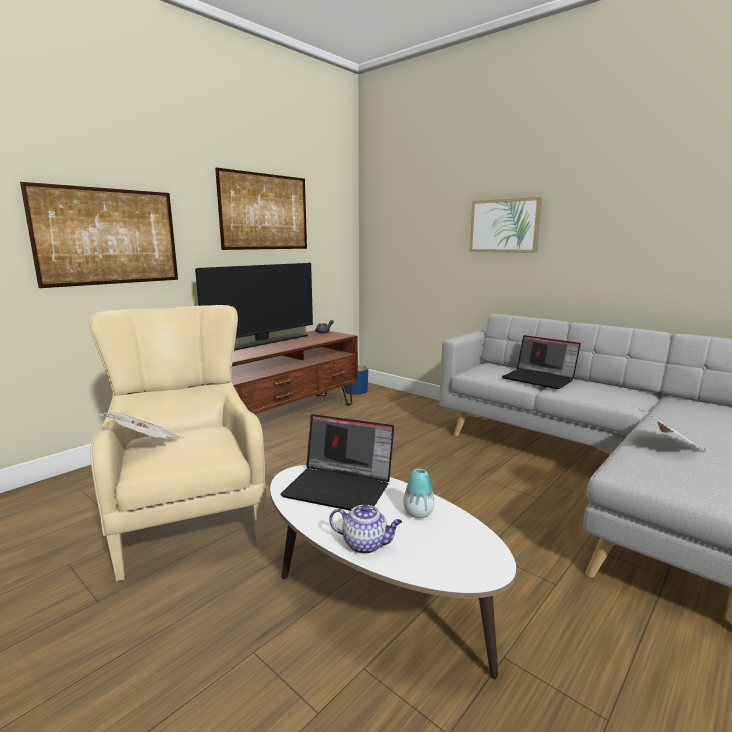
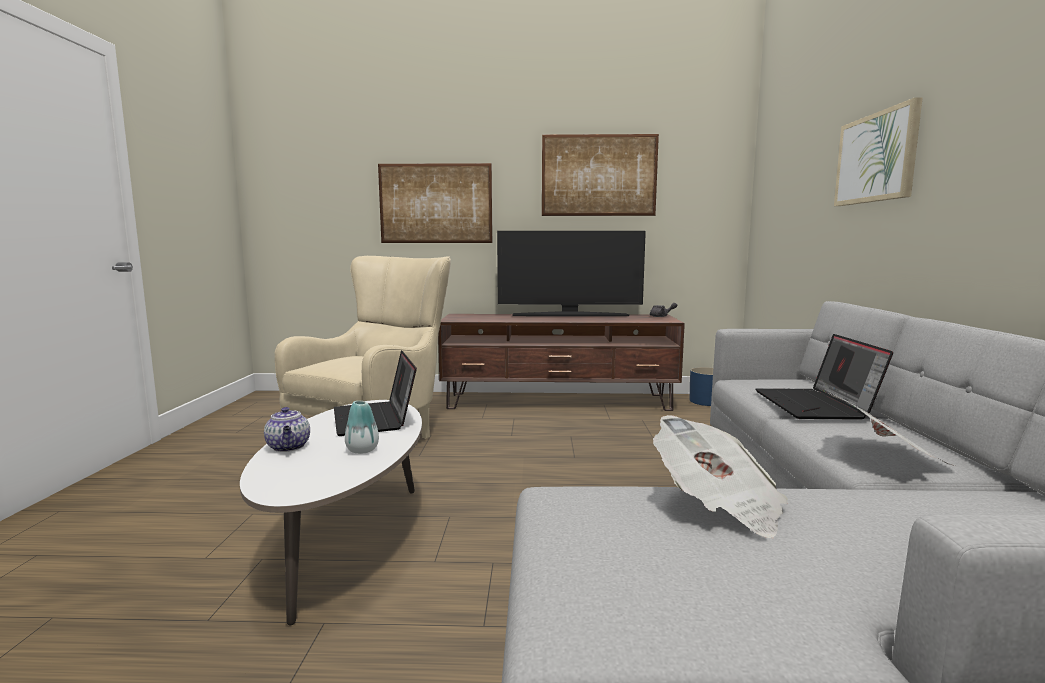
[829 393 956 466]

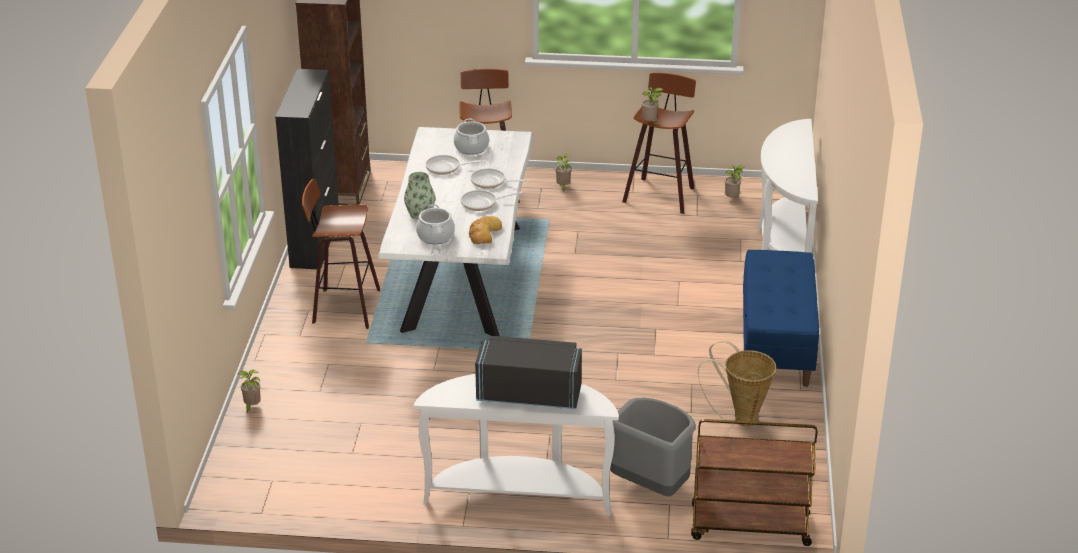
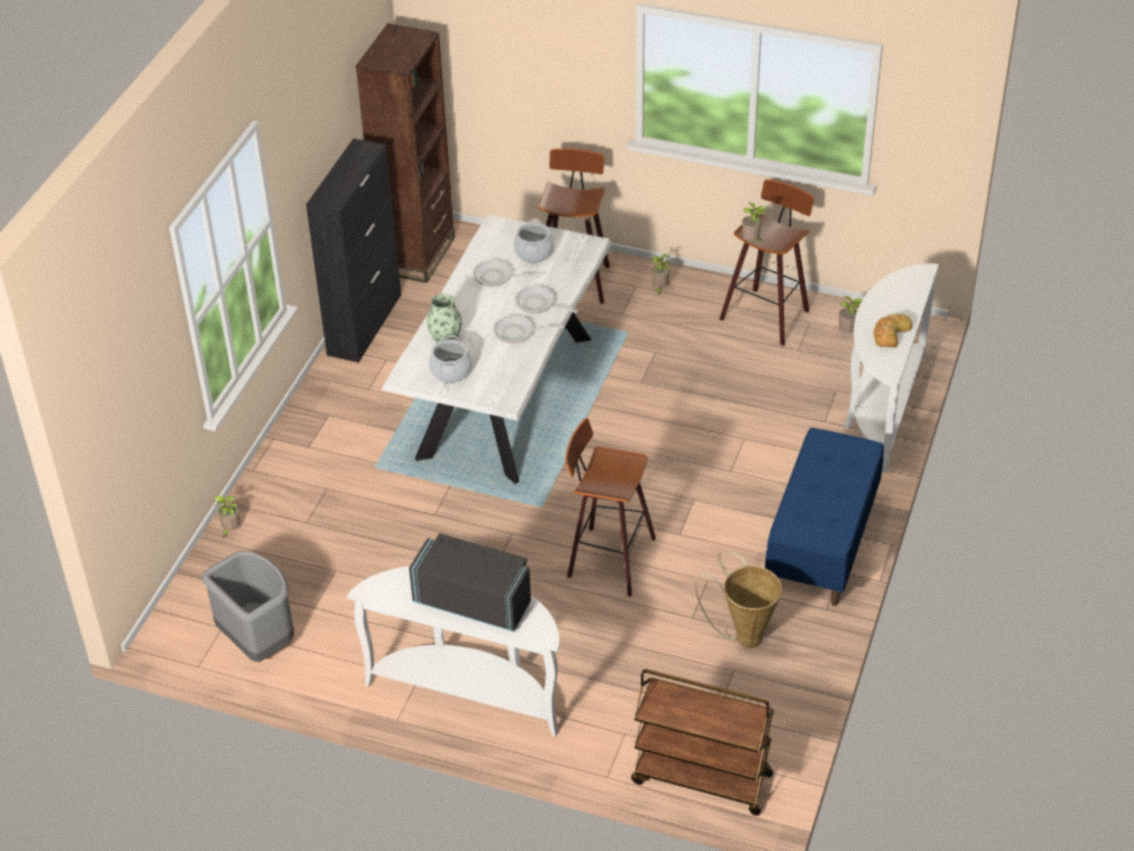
[565 418 656 597]
[873 314 912 347]
[202 551 294 662]

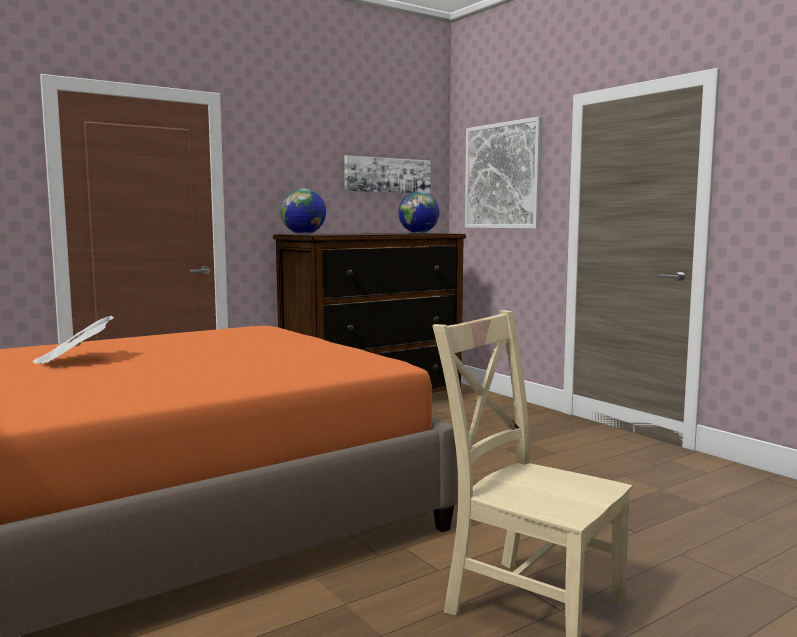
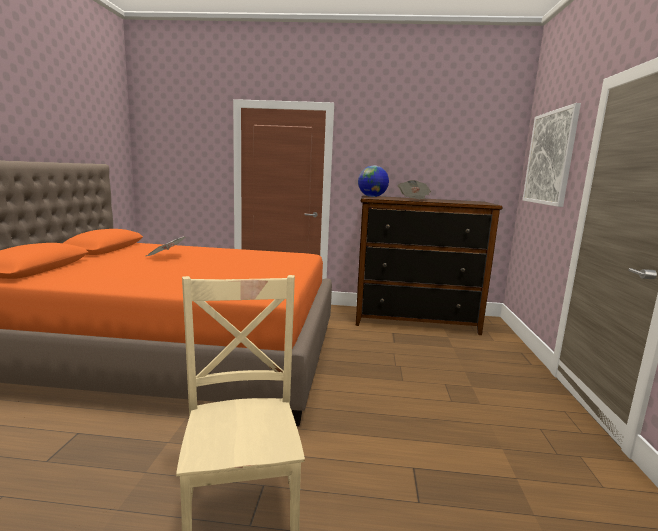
[344 155 431 194] (first image)
[398 191 440 233] (first image)
[398 180 431 199]

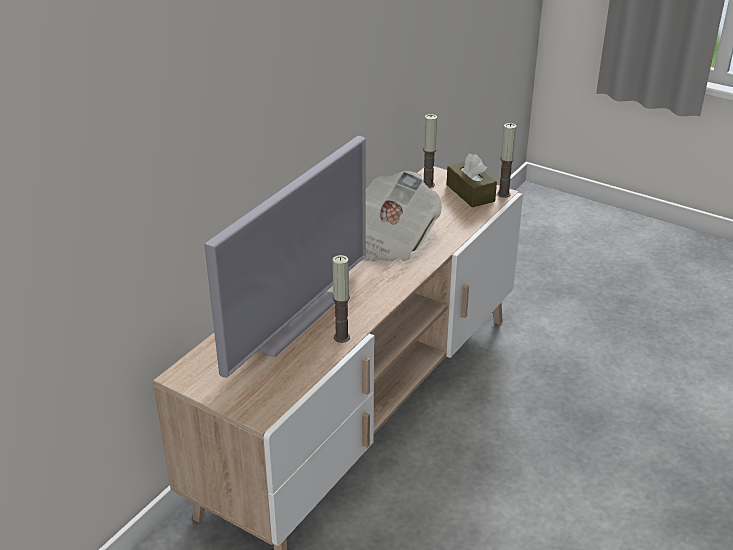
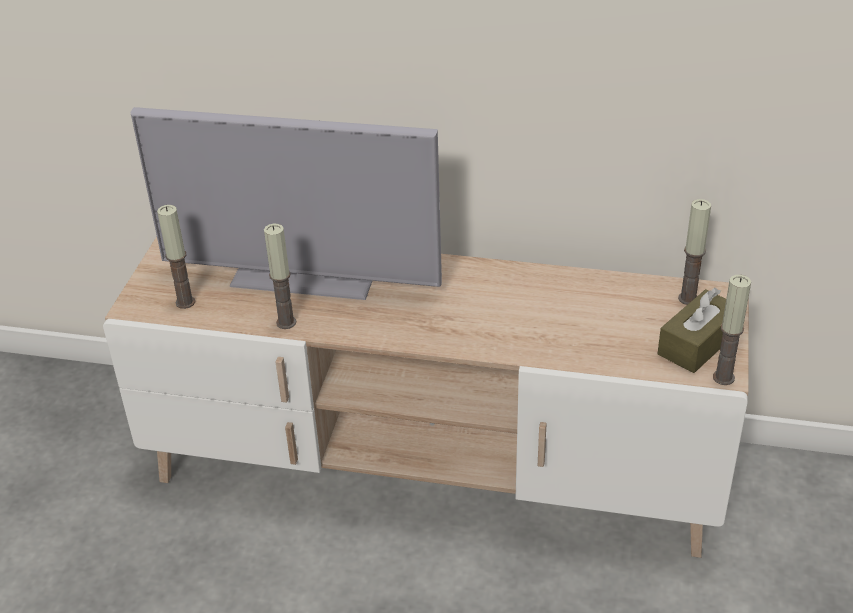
[361 171 442 261] (first image)
[157 205 195 309]

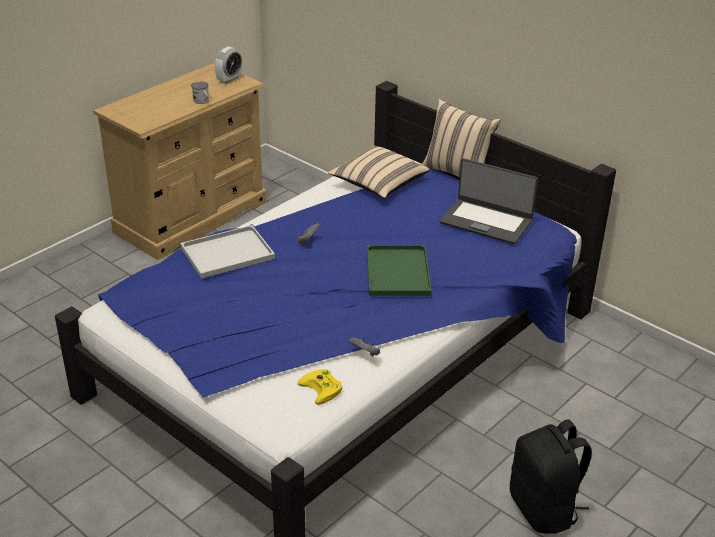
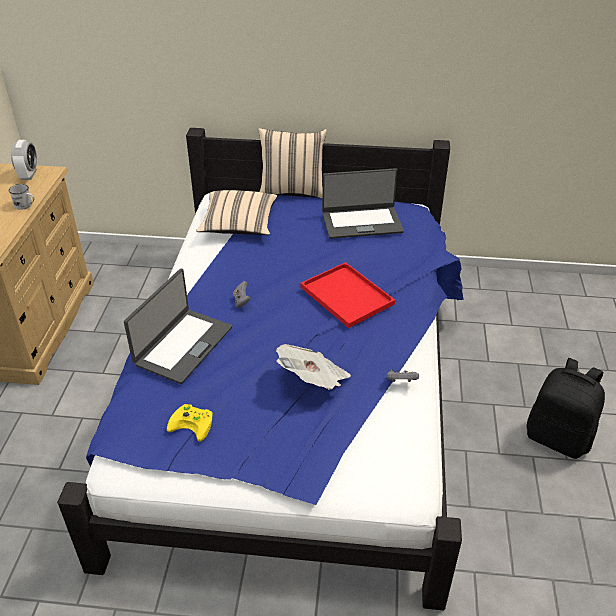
[124 269 232 384]
[167 404 212 442]
[301 262 395 328]
[276 344 351 390]

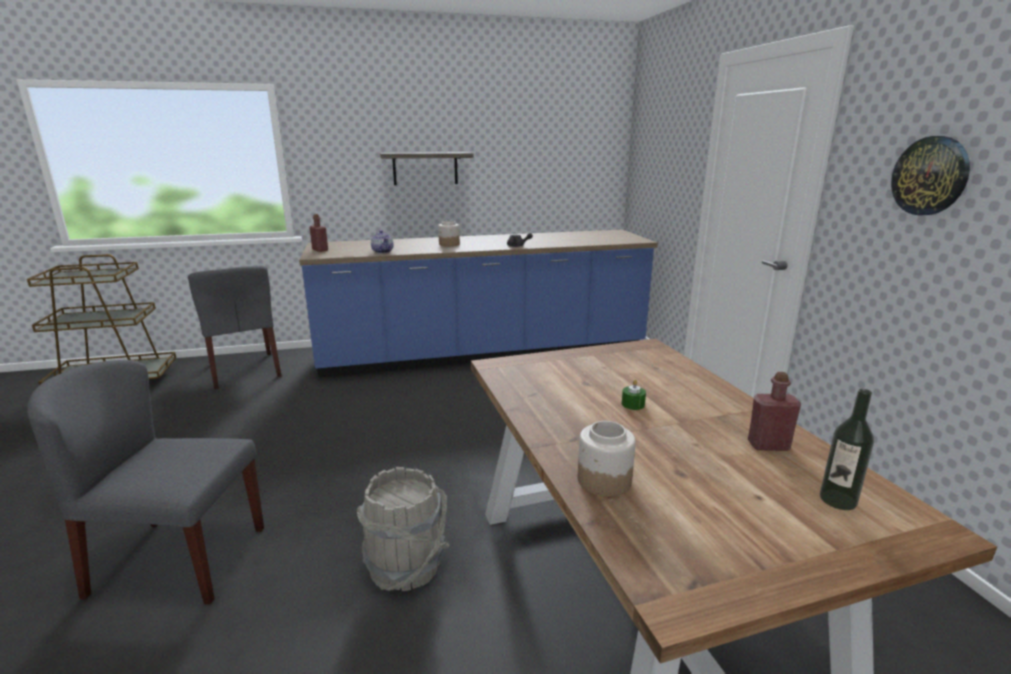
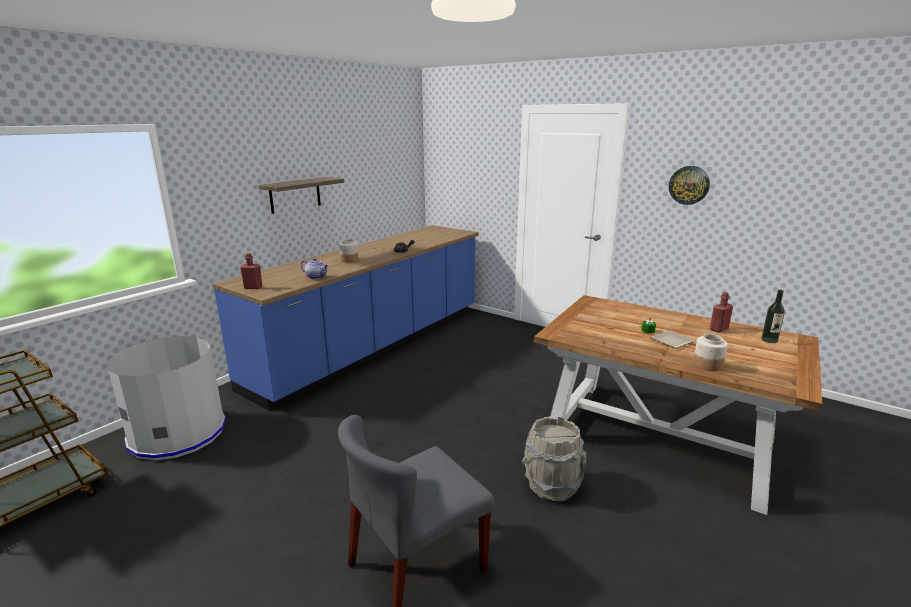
[107 336 226 461]
[650 331 694 348]

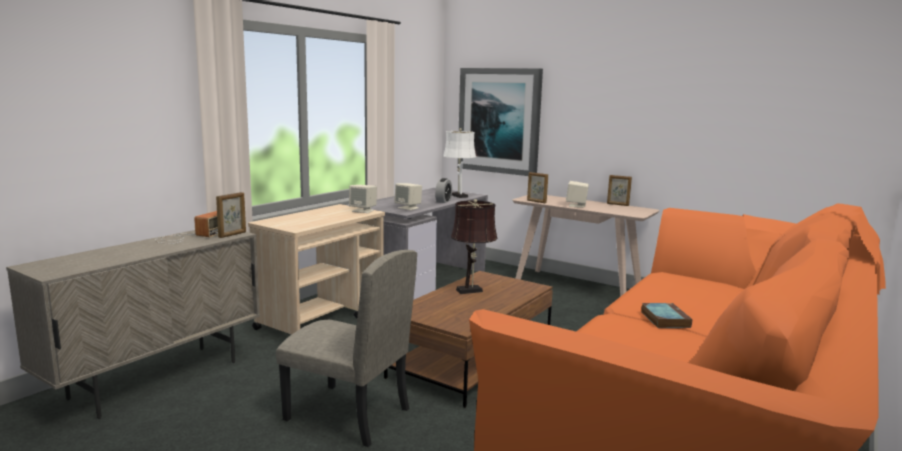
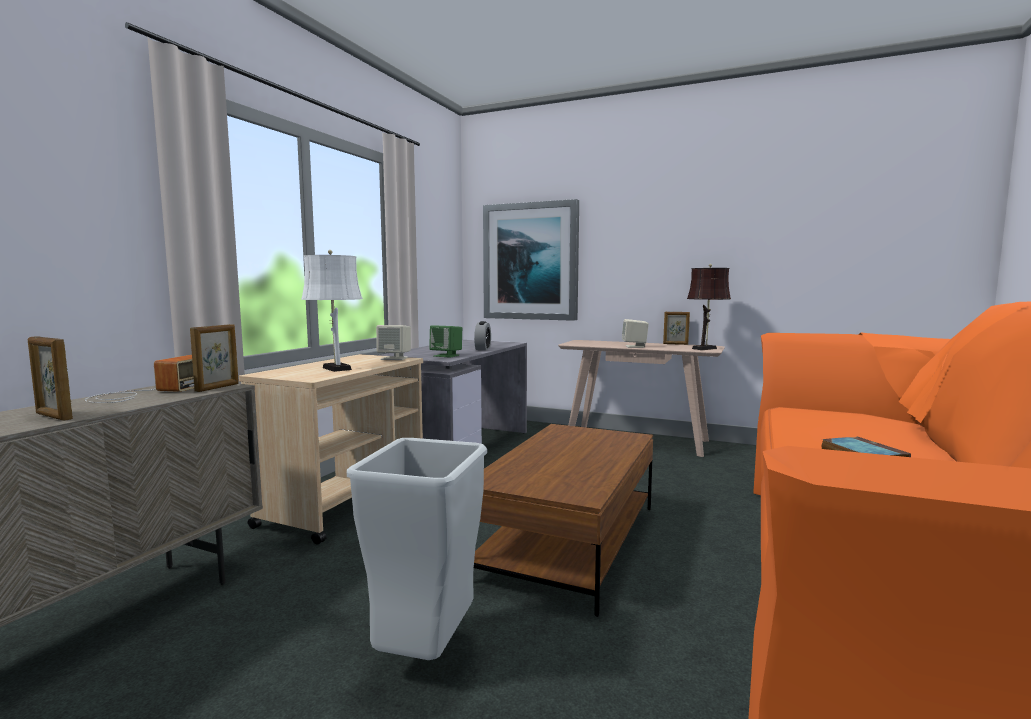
[347 438 487 660]
[429 325 462 358]
[301 250 363 372]
[687 264 731 350]
[28 336 73 421]

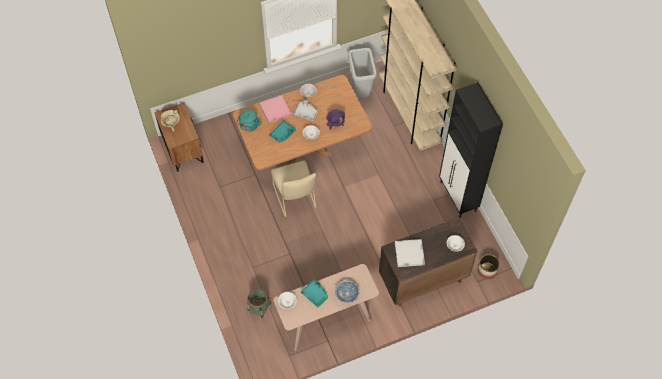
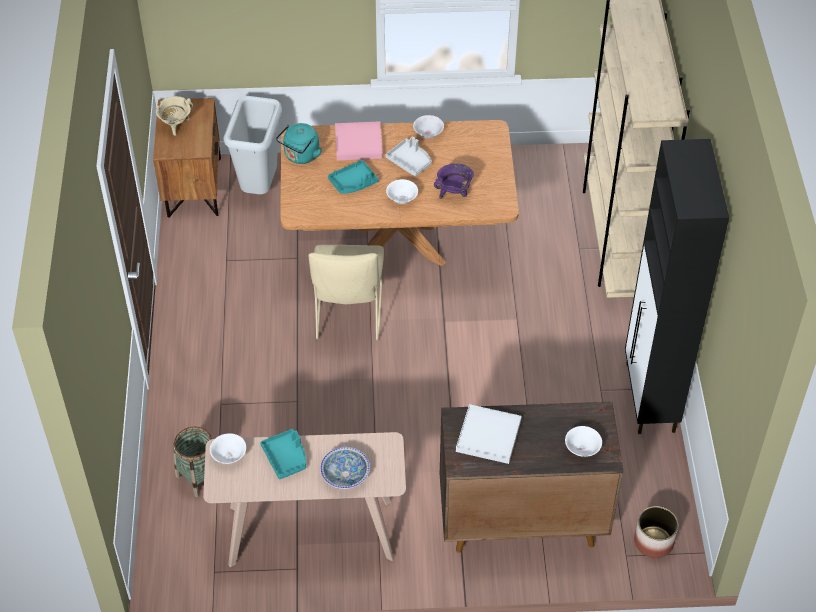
[223 96 282 194]

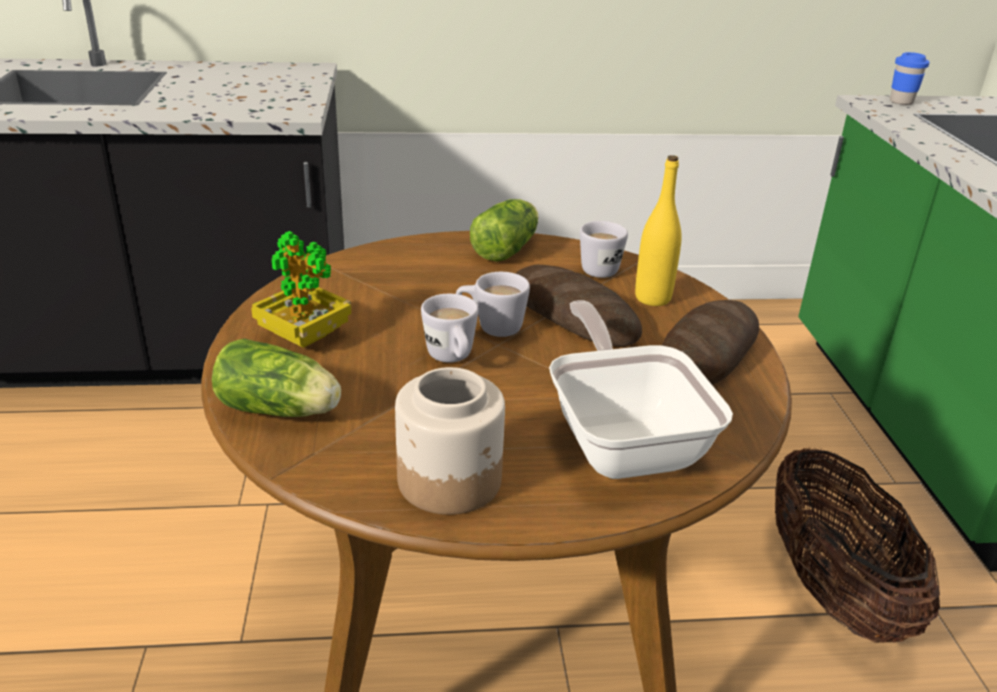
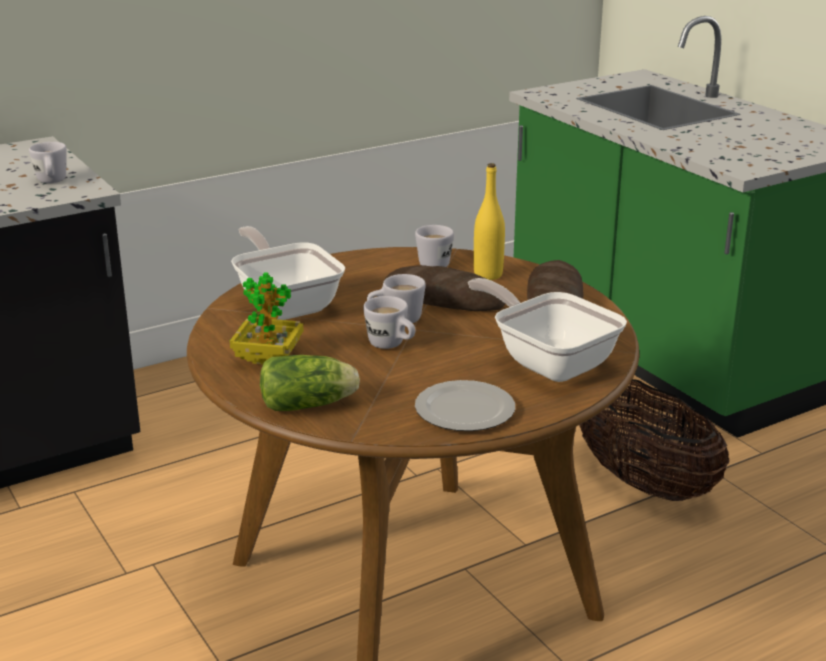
[415 380 515 431]
[470 199 538 262] (first image)
[890 52 930 105] (first image)
[29 142 67 183]
[231 226 345 320]

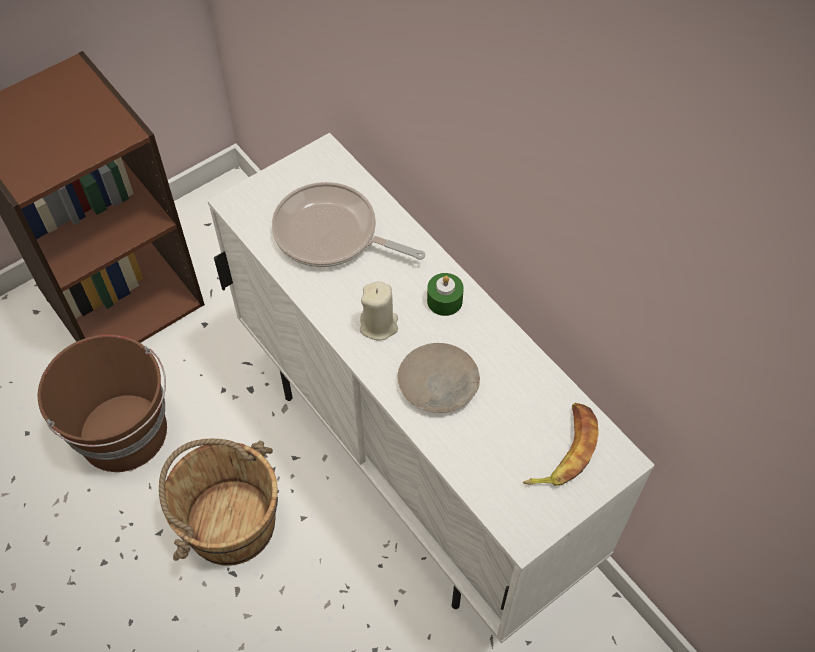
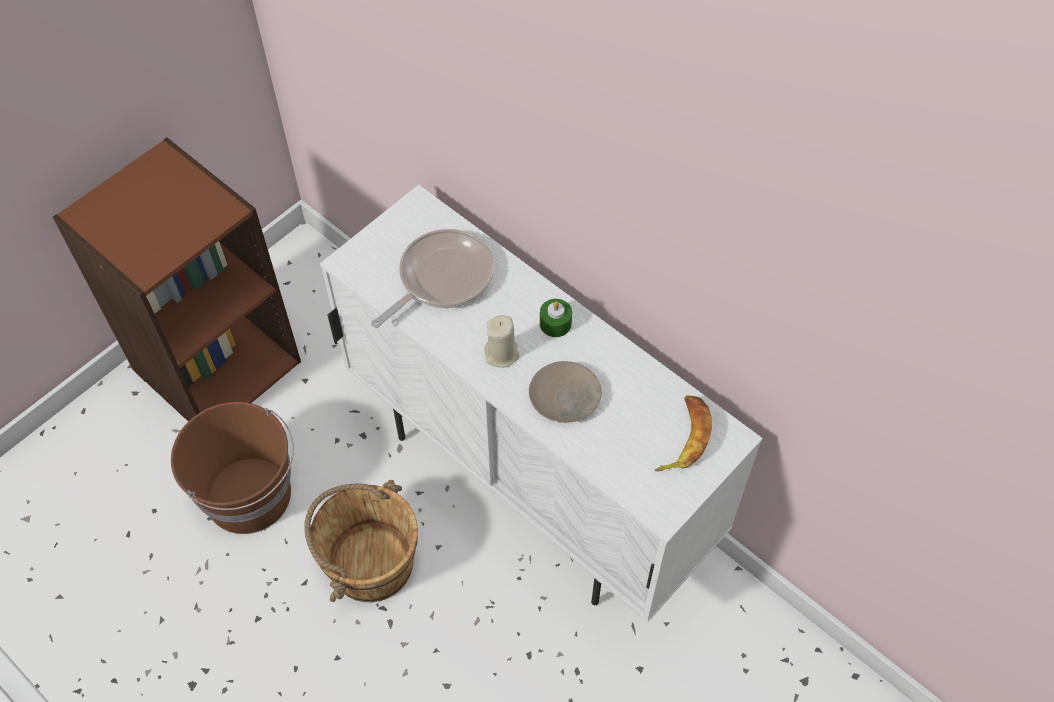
[371 229 494 328]

